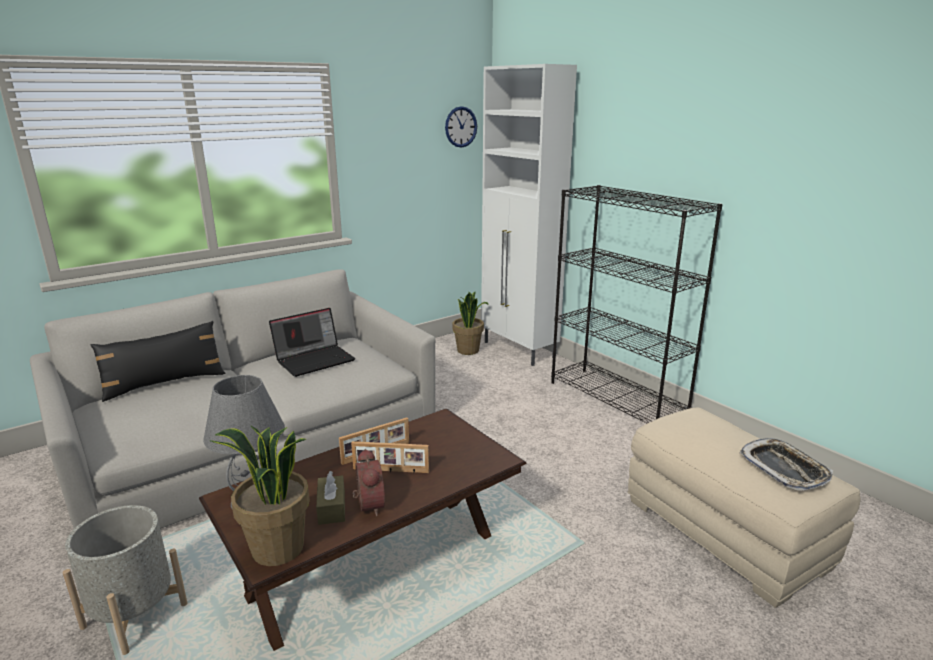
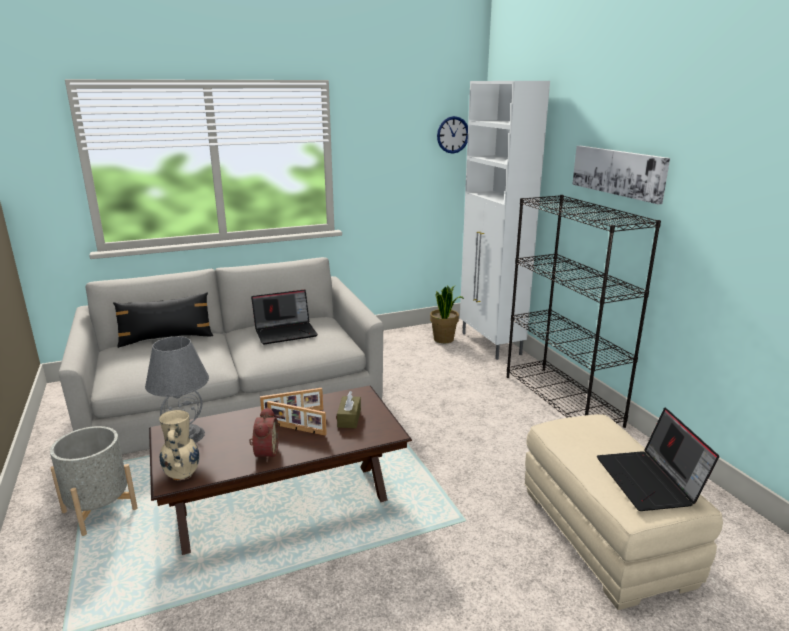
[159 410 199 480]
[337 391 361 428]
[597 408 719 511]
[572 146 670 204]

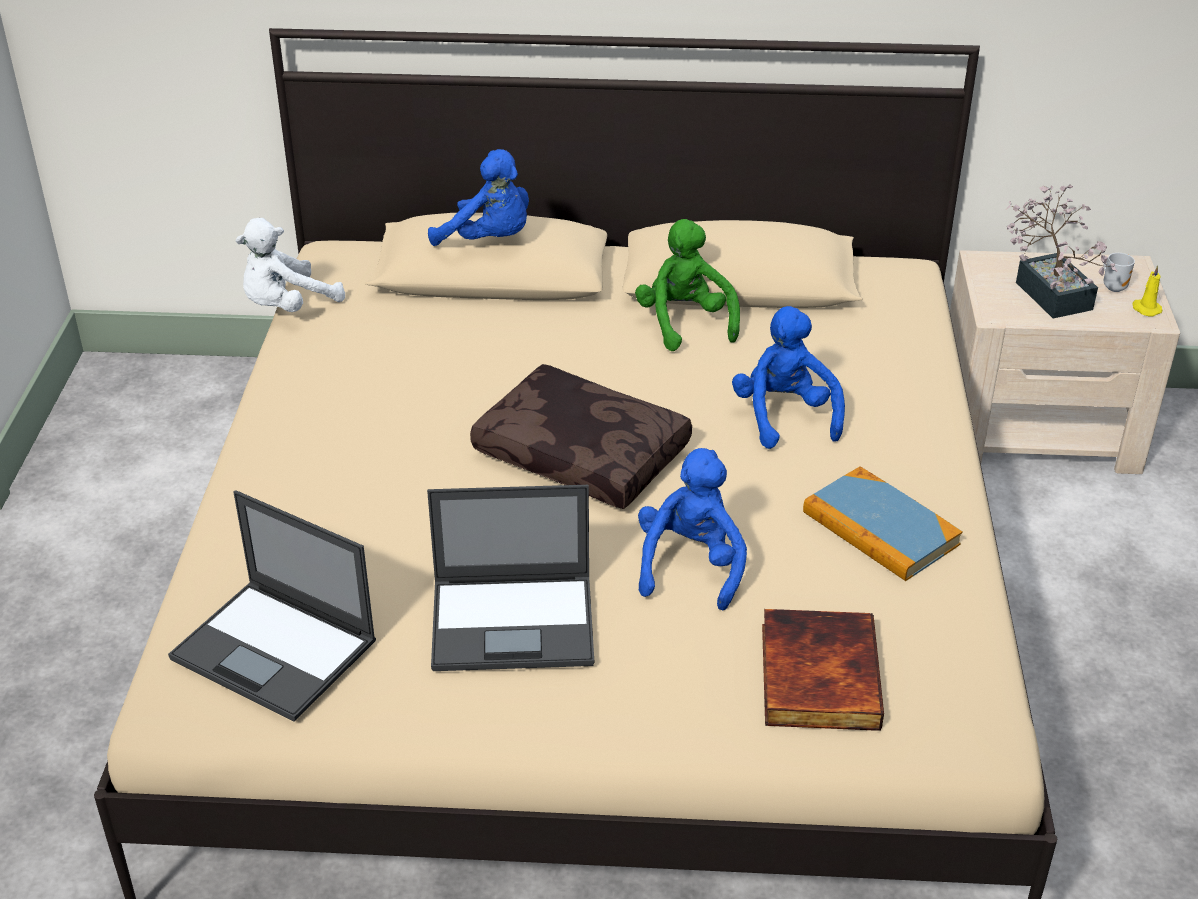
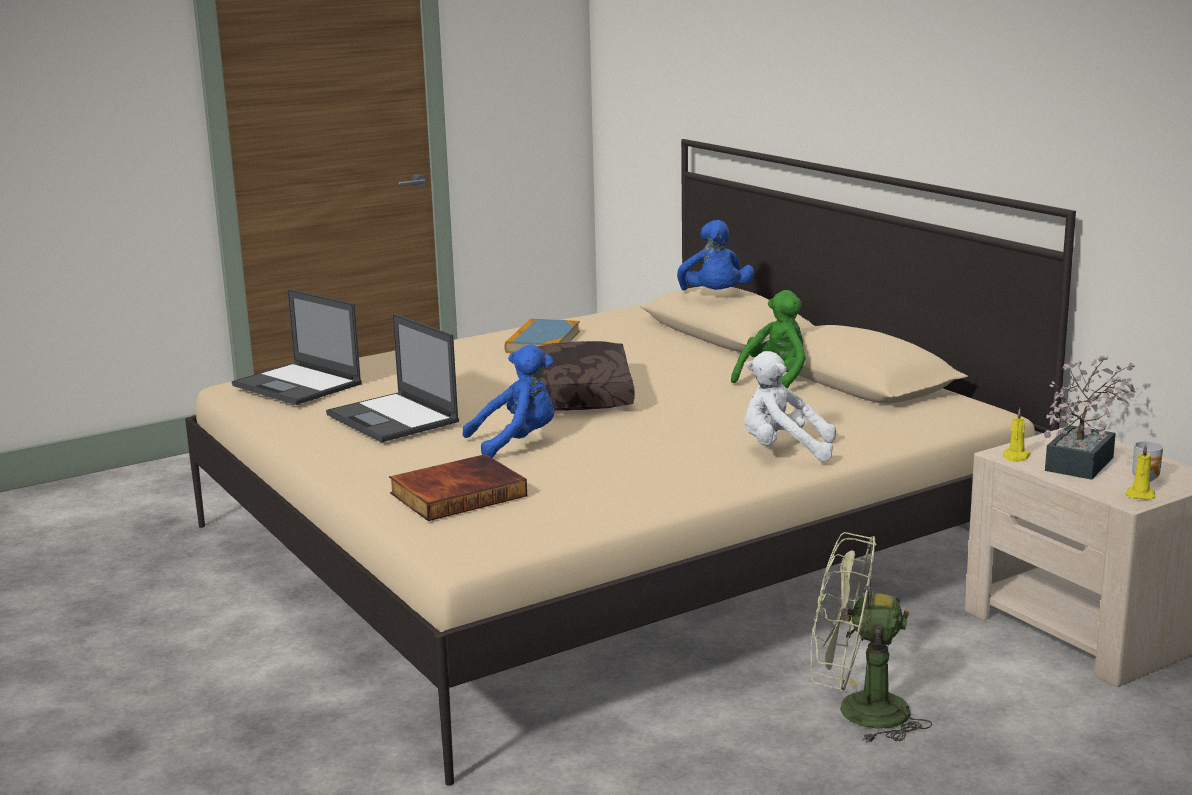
[232 289 362 405]
[744 351 836 462]
[732 306 845 449] (first image)
[505 319 580 353]
[810 532 932 743]
[1003 408 1031 462]

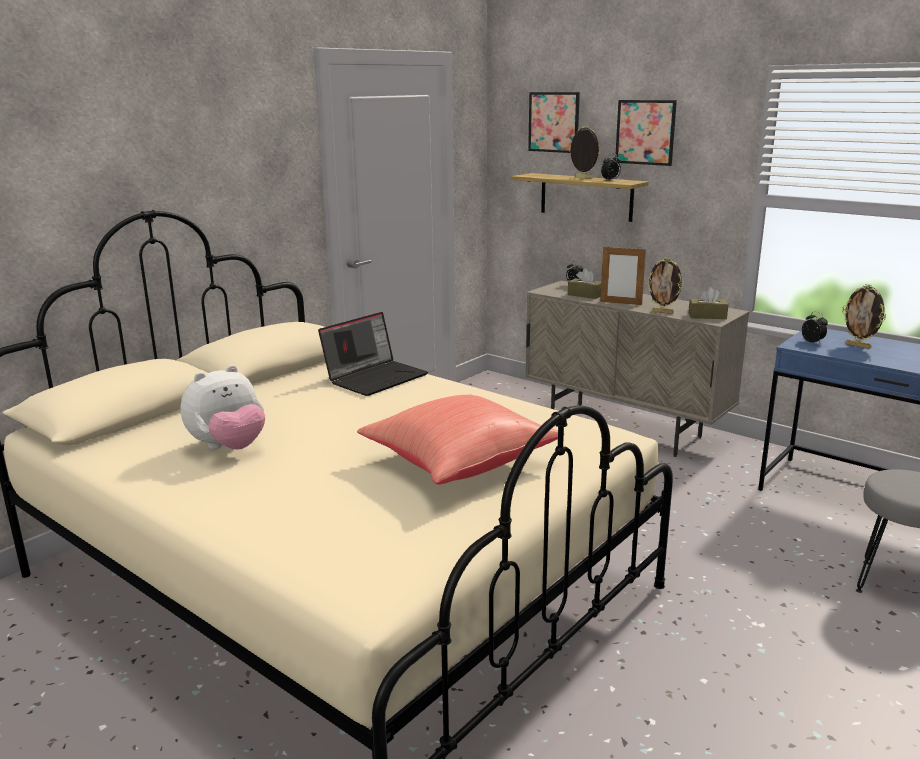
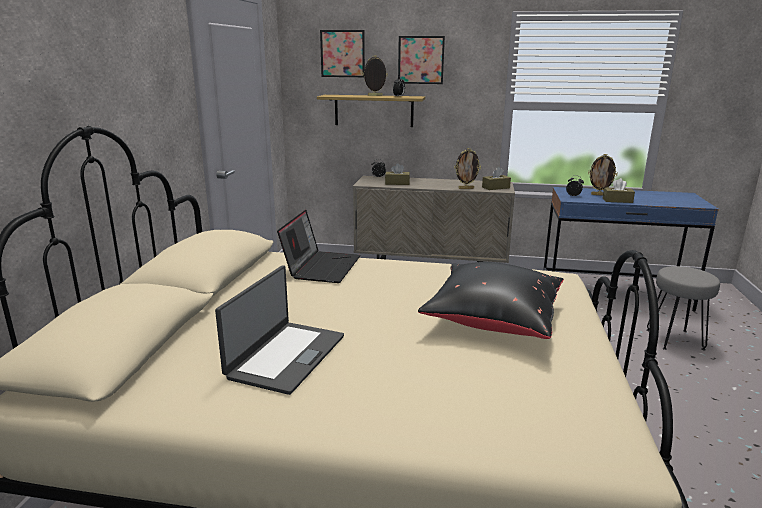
[215 265 344 395]
[418 262 564 339]
[600 245 646 305] (first image)
[603 178 635 203]

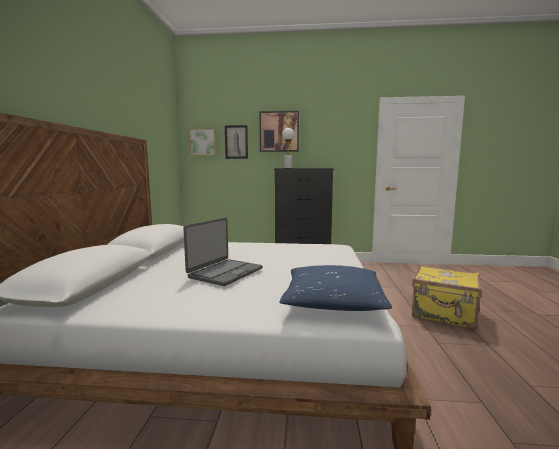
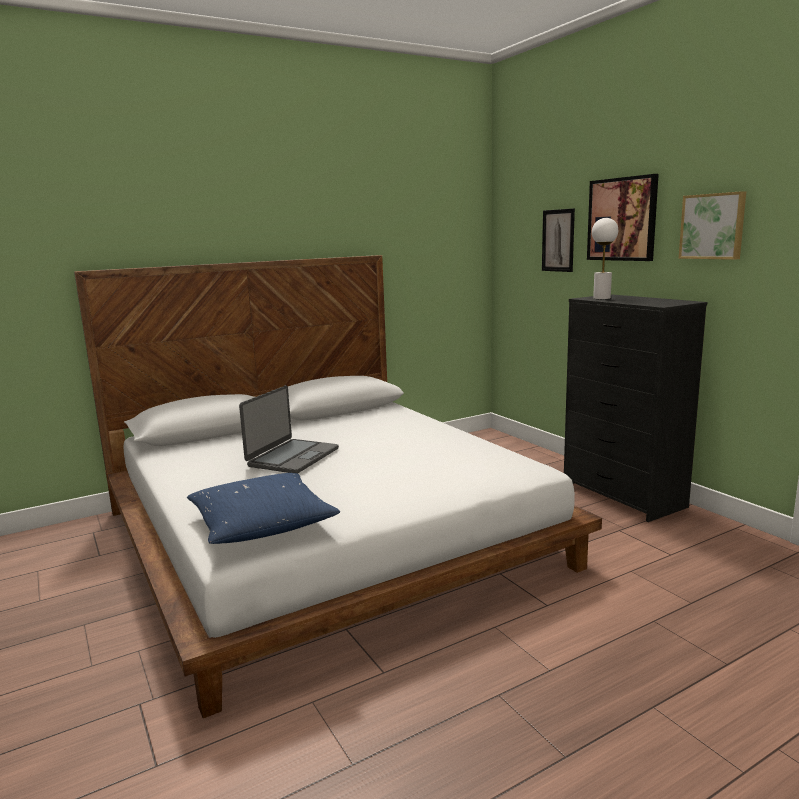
[239 385 339 474]
[679 191 746 260]
[412 265 482 330] (first image)

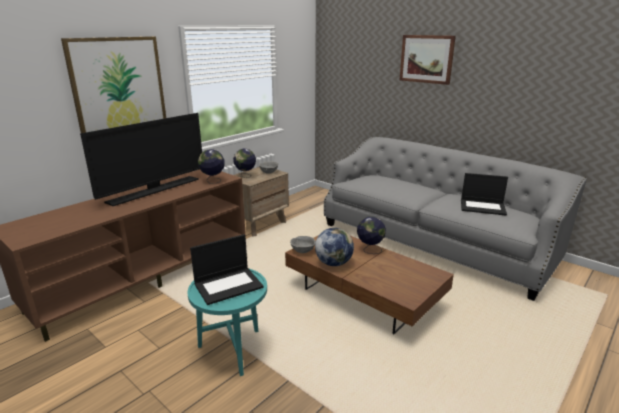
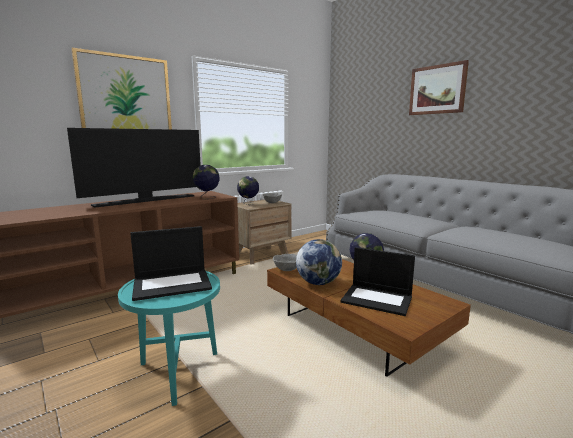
[340 247 415 316]

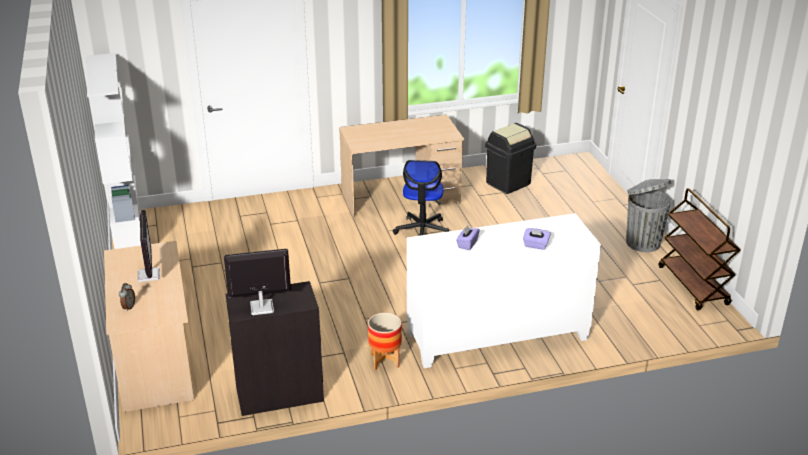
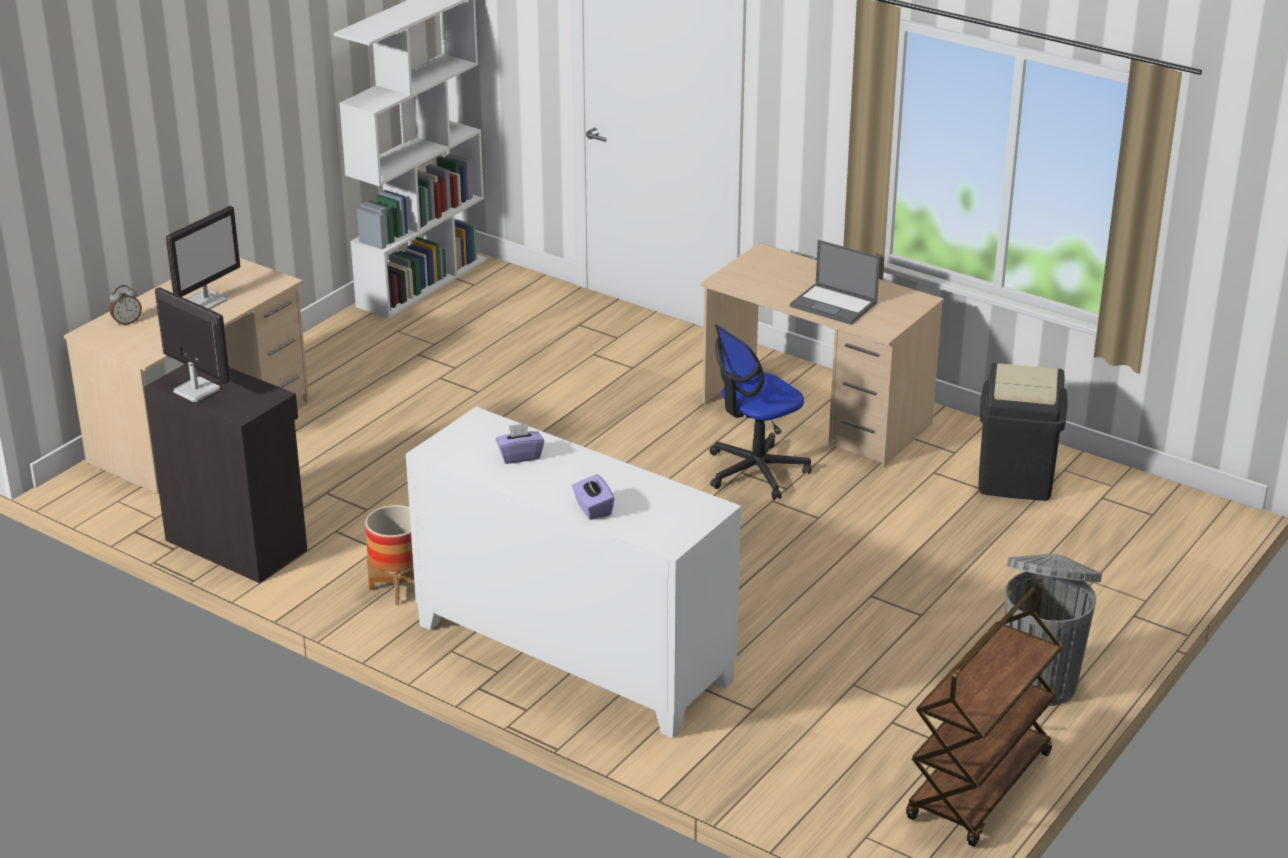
[790 240 880 325]

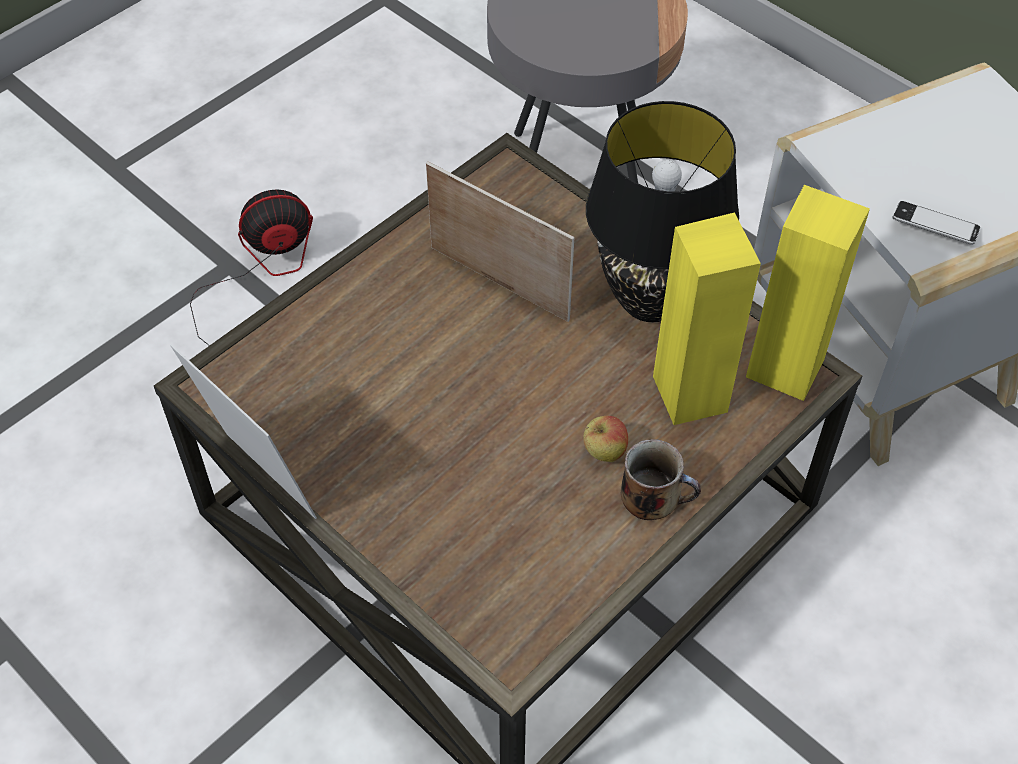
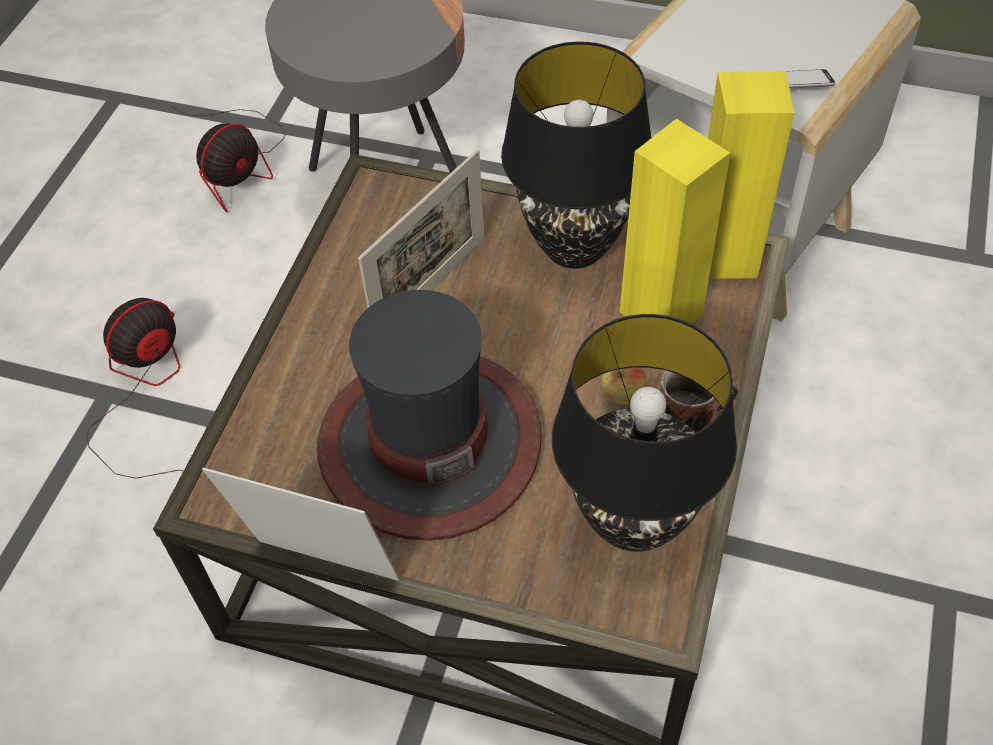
[358 149 485 308]
[171 106 286 213]
[317 290 542 541]
[552 314 737 552]

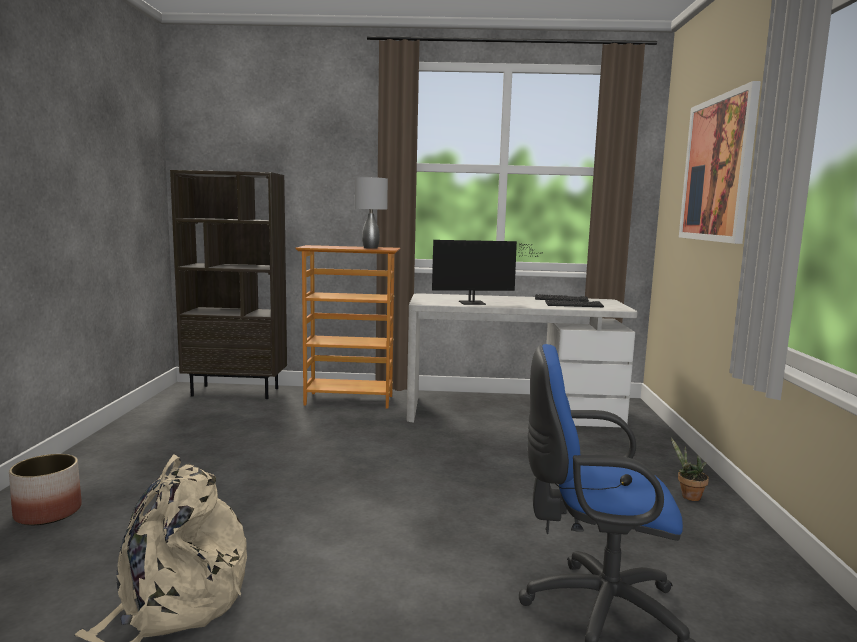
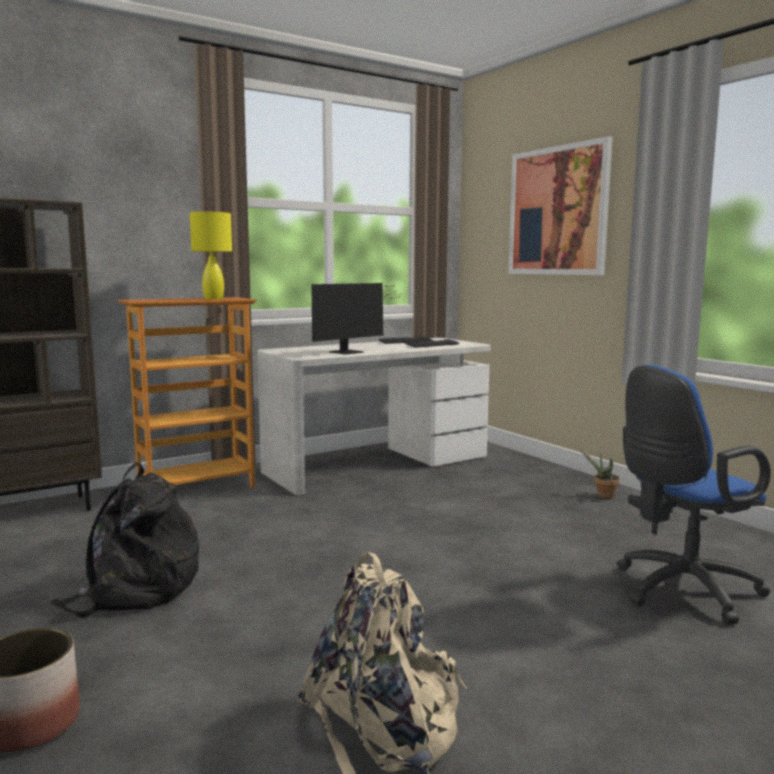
[190 212 232 299]
[50 462 199 618]

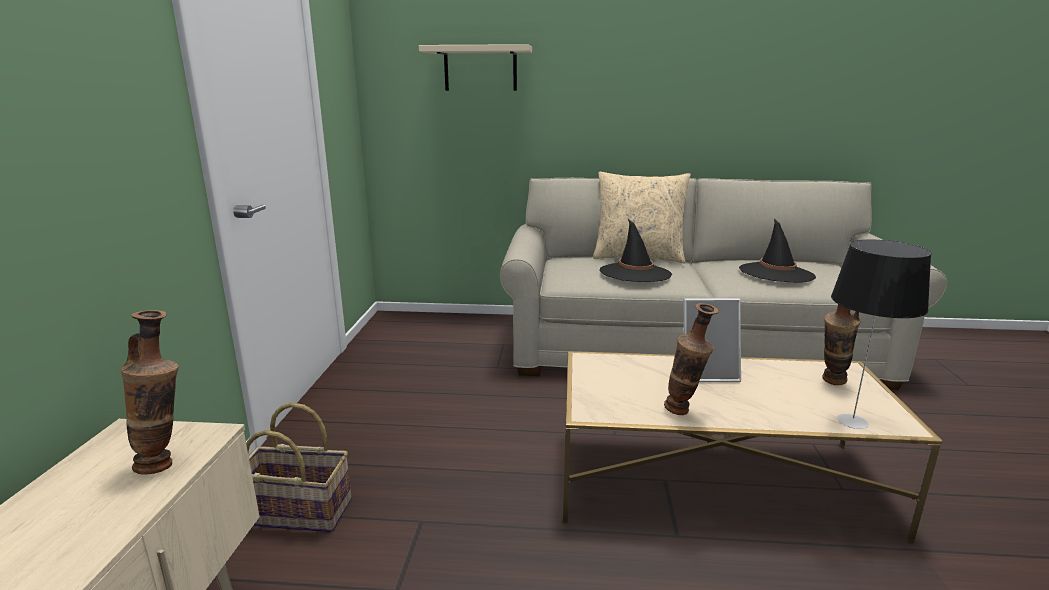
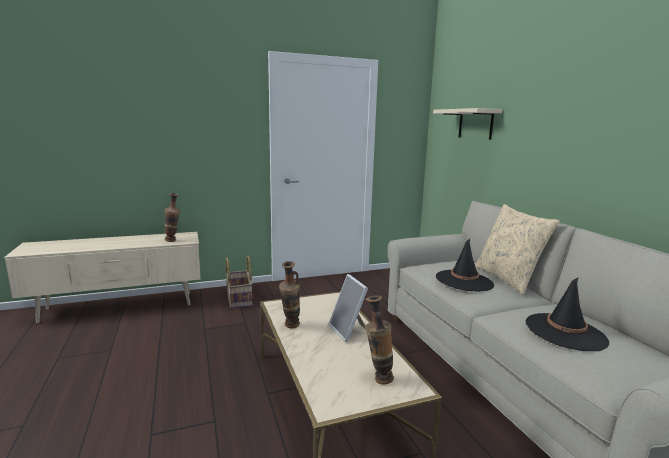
[831 240 931 429] (first image)

